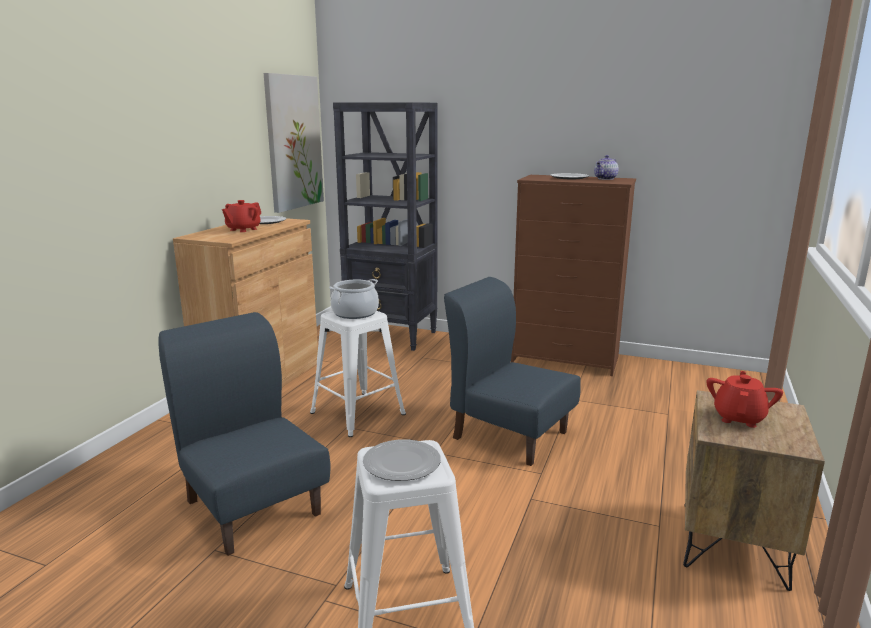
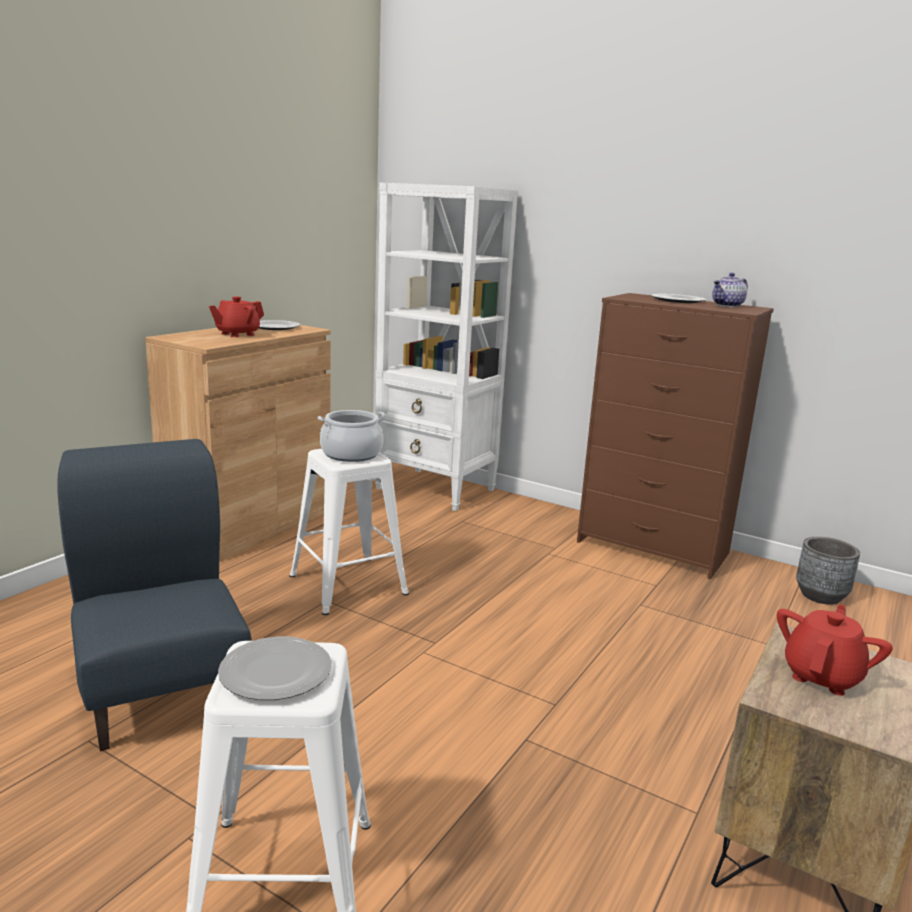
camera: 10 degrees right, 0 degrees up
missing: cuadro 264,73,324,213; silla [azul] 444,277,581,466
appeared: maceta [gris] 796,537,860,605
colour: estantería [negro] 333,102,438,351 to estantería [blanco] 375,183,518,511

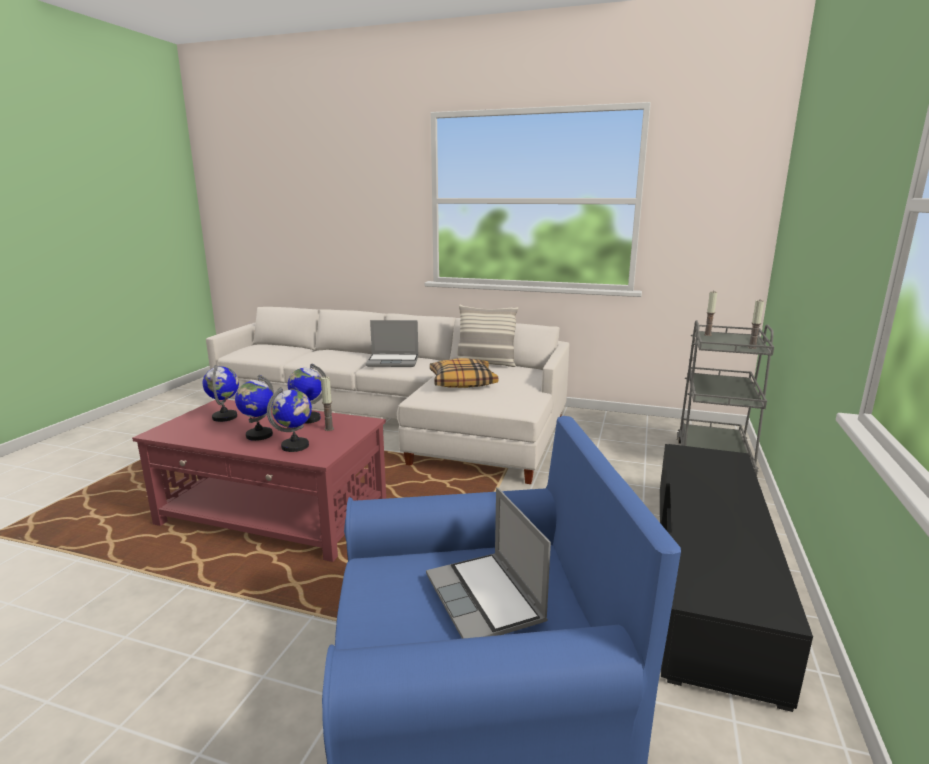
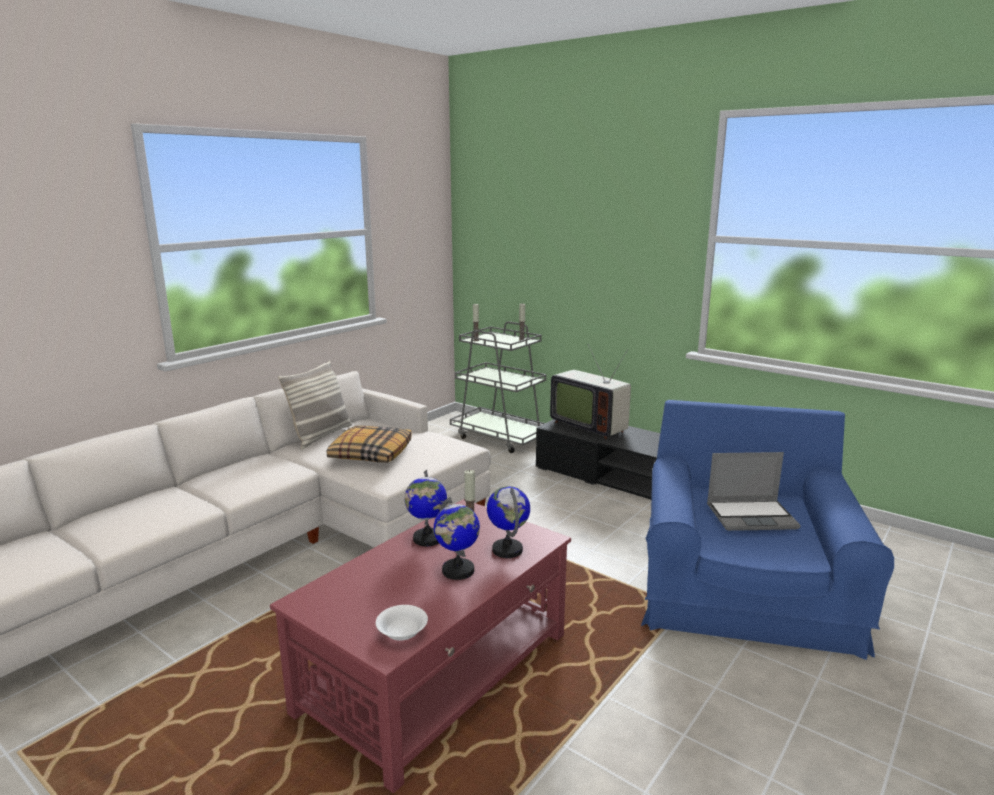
camera: 70 degrees left, 0 degrees up
missing: globo terráqueo 202,365,239,422; portátil 366,320,419,367
appeared: cuenco [blanco] 376,605,428,641; televisor 550,345,631,439

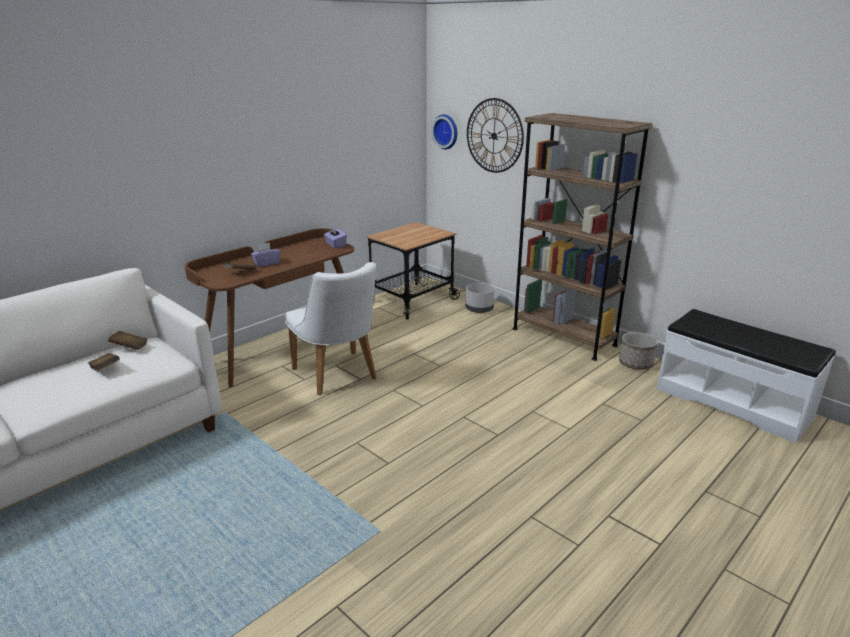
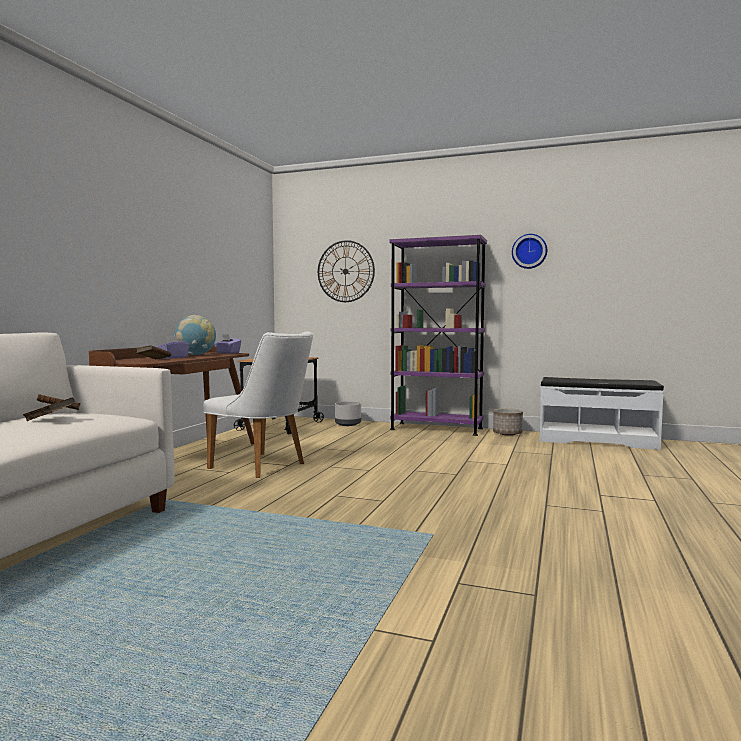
camera: 25 degrees left, 20 degrees down
appeared: globo terráqueo 174,315,216,355
relocated: reloj de pared 431,114,457,149 to 512,234,547,269
colour: estantería [marrón] 513,113,653,361 to estantería [morado] 390,235,487,436

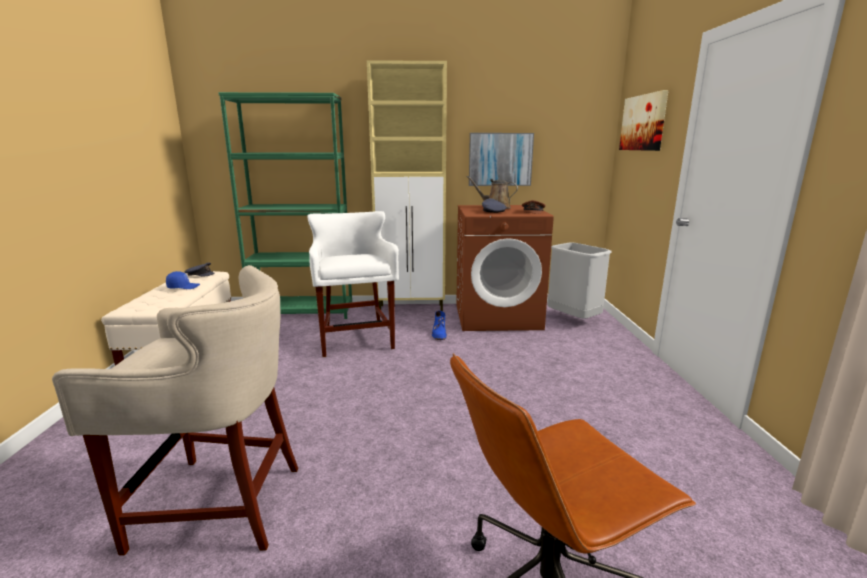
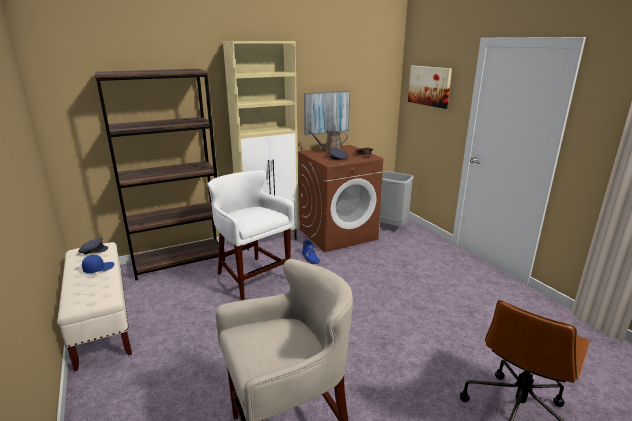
camera: 25 degrees left, 5 degrees up
colour: estantería [verde] 218,92,352,319 to estantería [marrón] 95,69,225,280

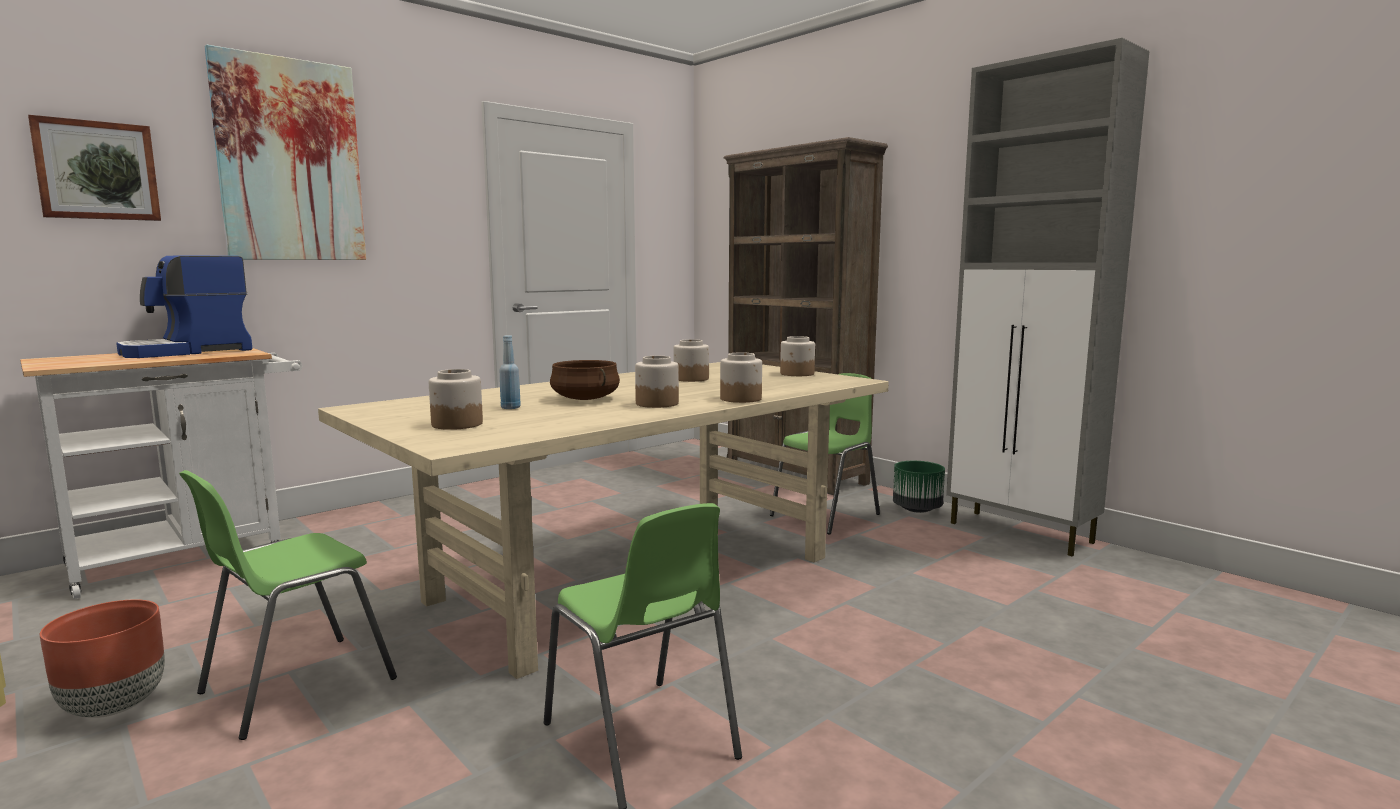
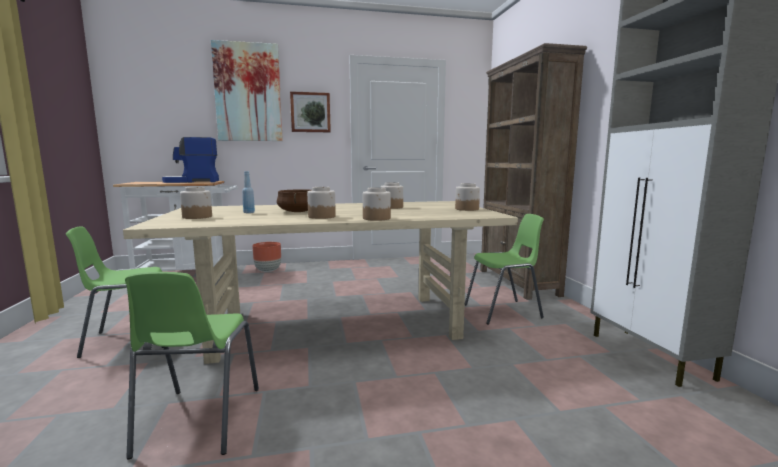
camera: 30 degrees right, 0 degrees up
missing: maceta [verde] 893,461,945,513
relocated: cuadro 28,115,161,221 to 290,91,331,132; maceta [marrón] 40,599,165,718 to 252,242,281,272

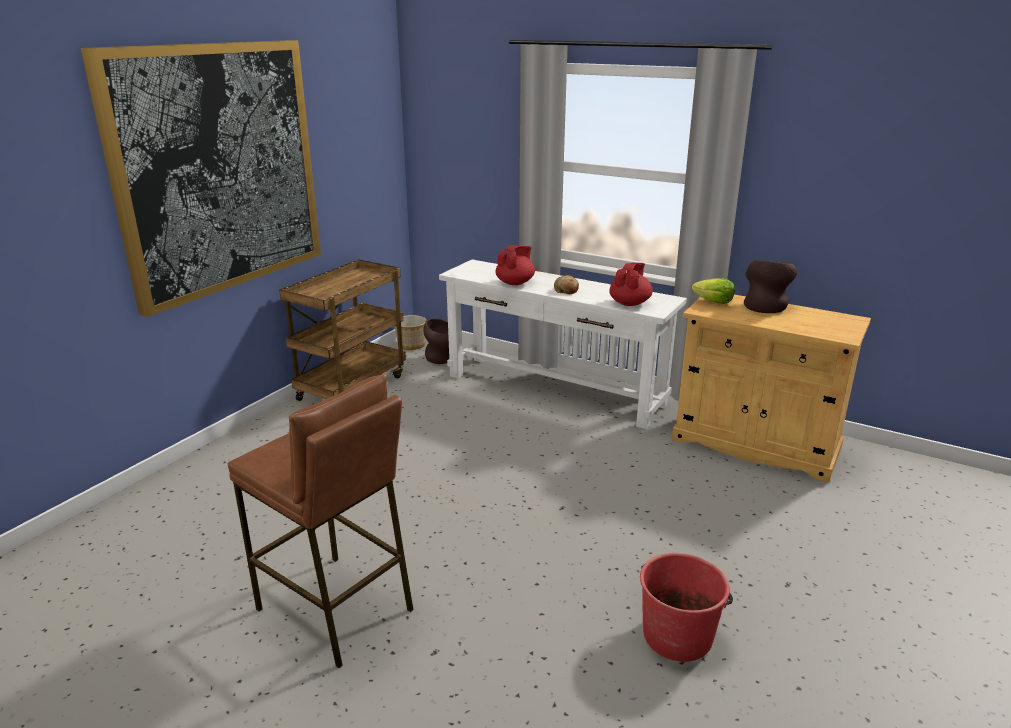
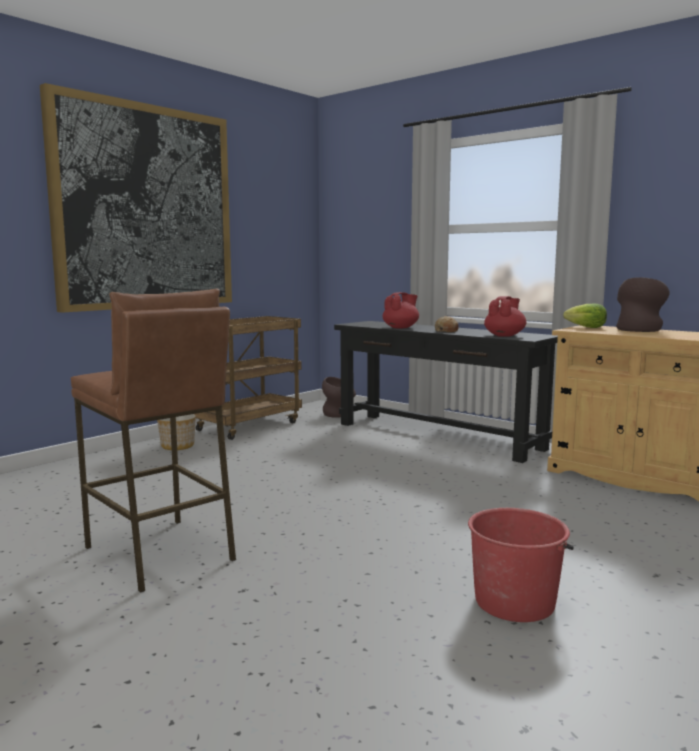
camera: 10 degrees right, 15 degrees down
relocated: maceta 395,315,427,350 to 157,414,196,450
colour: mesa consola [blanco] 439,259,687,429 to mesa consola [negro] 334,321,558,463

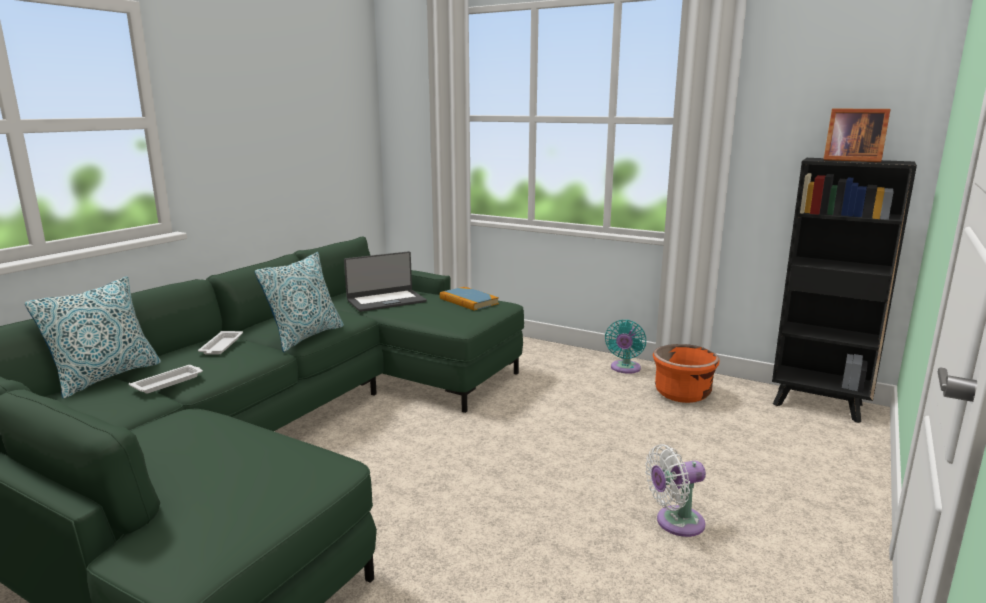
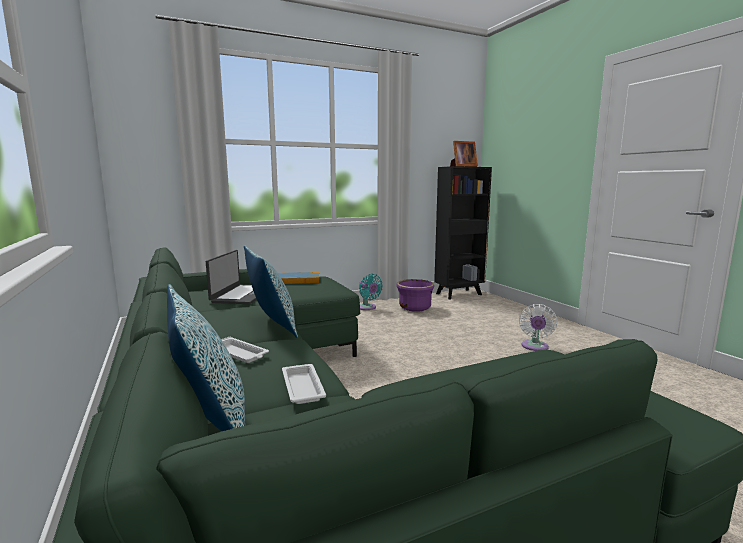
camera: 55 degrees left, 5 degrees down
colour: maceta [naranja] 653,344,719,403 to maceta [morado] 397,279,434,312

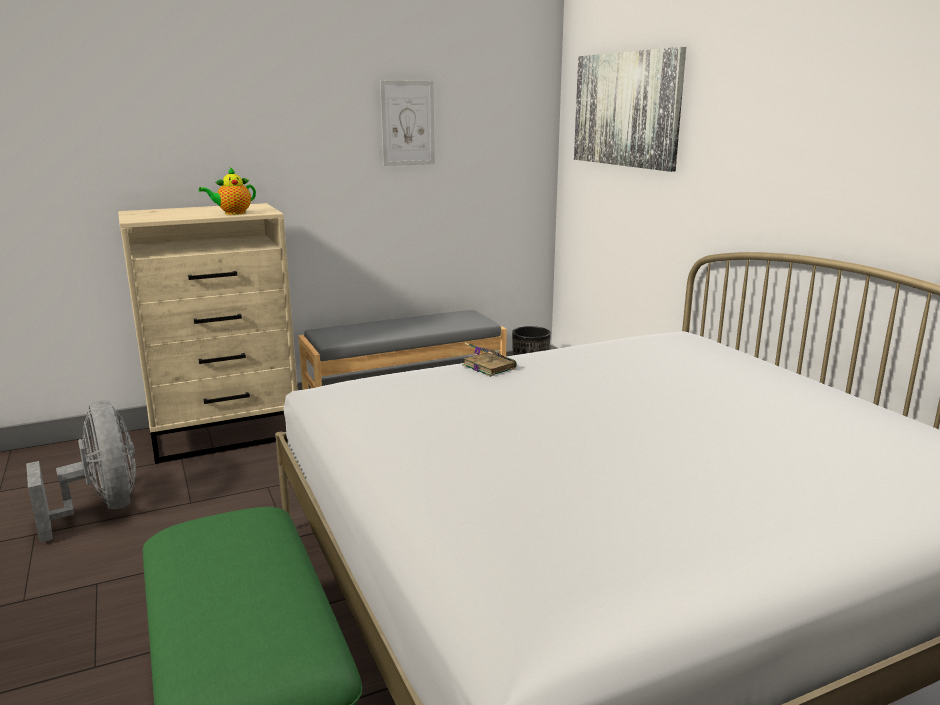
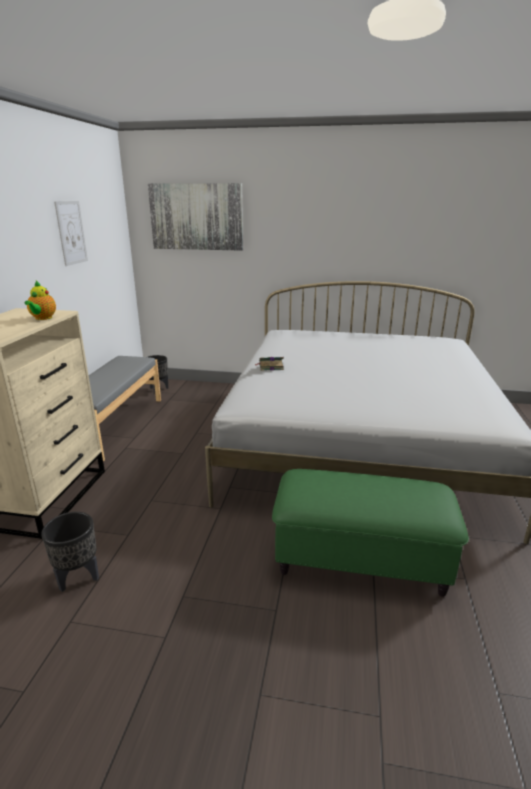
camera: 55 degrees left, 5 degrees up
exchanged: ventilador [gris] 26,401,136,542 to maceta [negro] 41,512,99,592

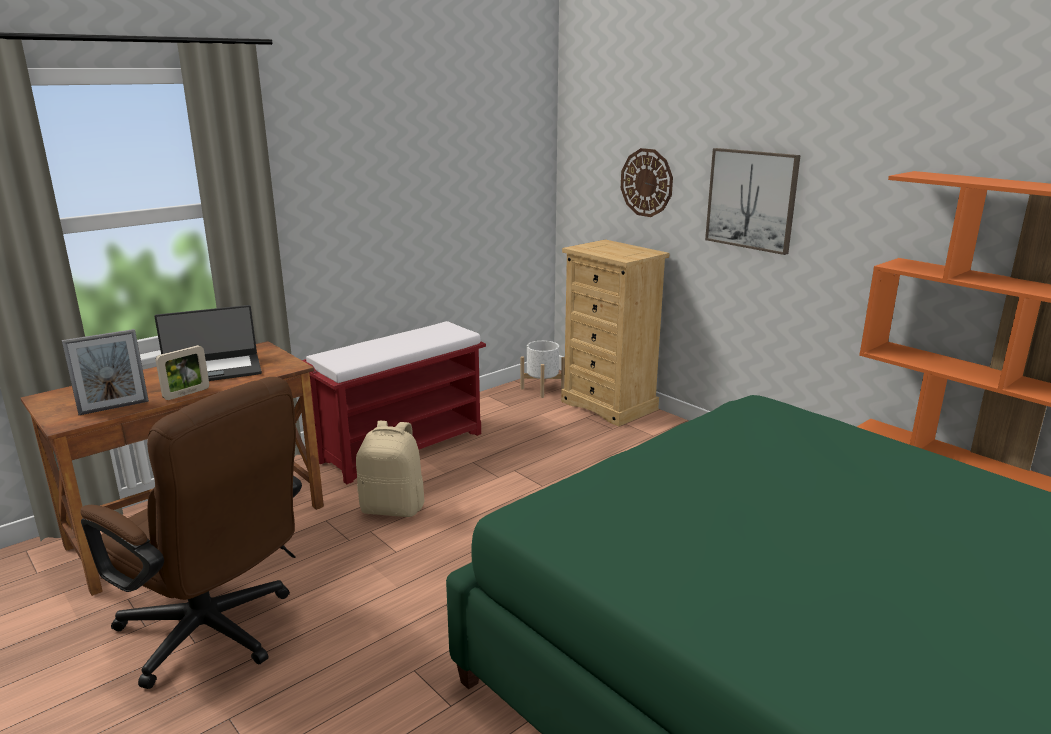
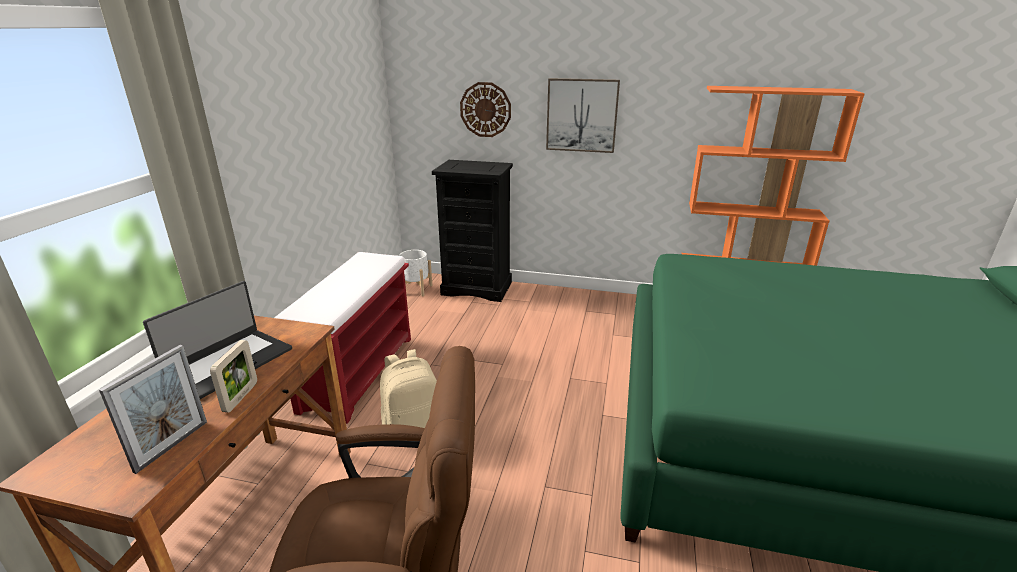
camera: 35 degrees left, 5 degrees up
colour: cómoda [beis] 561,239,670,426 to cómoda [negro] 432,160,513,302

